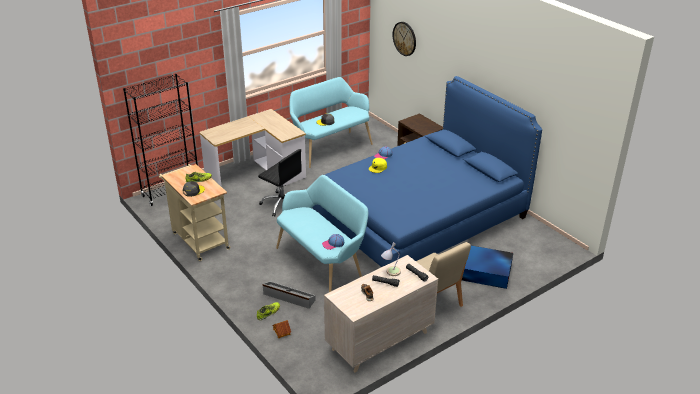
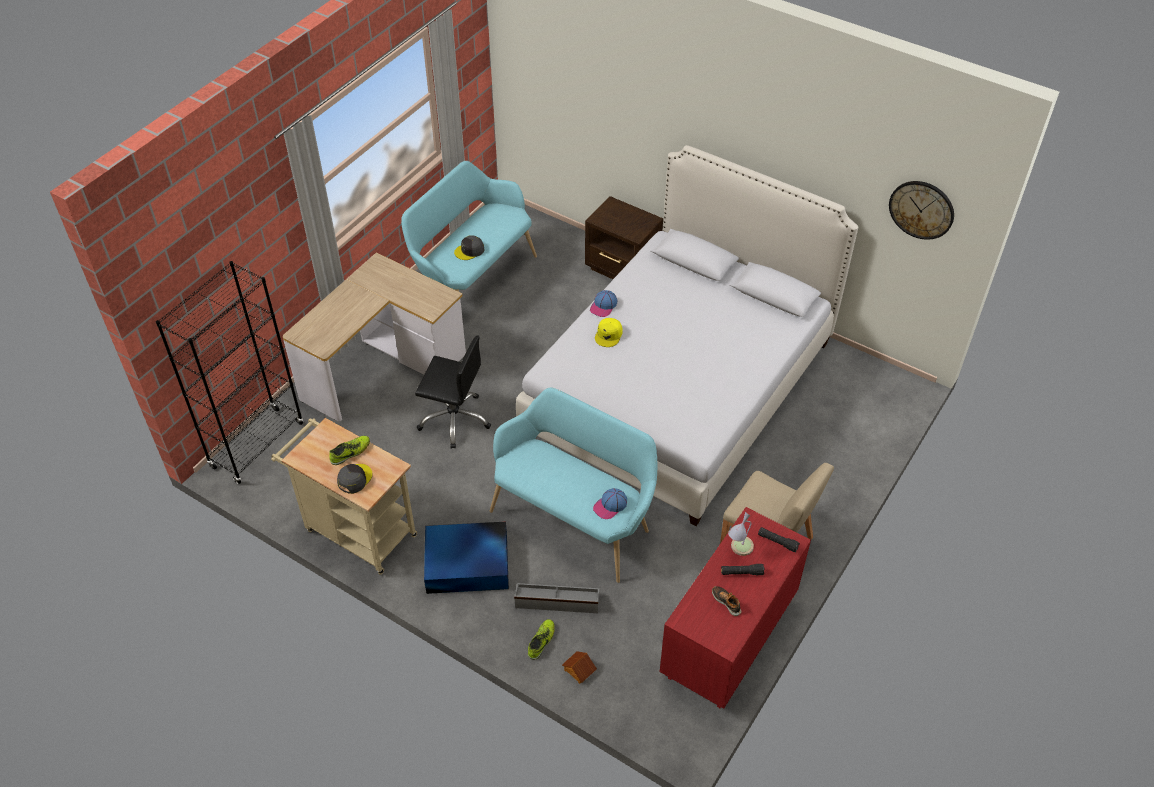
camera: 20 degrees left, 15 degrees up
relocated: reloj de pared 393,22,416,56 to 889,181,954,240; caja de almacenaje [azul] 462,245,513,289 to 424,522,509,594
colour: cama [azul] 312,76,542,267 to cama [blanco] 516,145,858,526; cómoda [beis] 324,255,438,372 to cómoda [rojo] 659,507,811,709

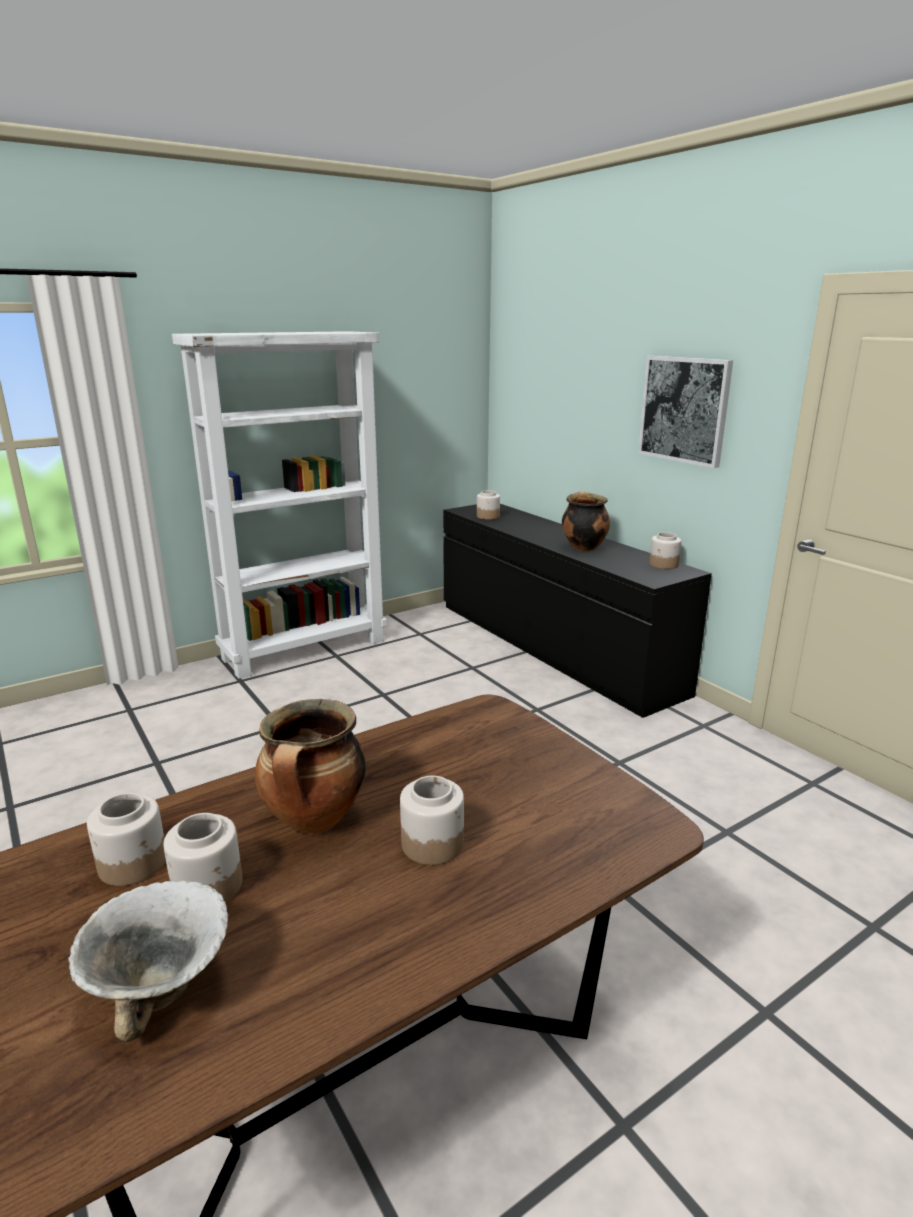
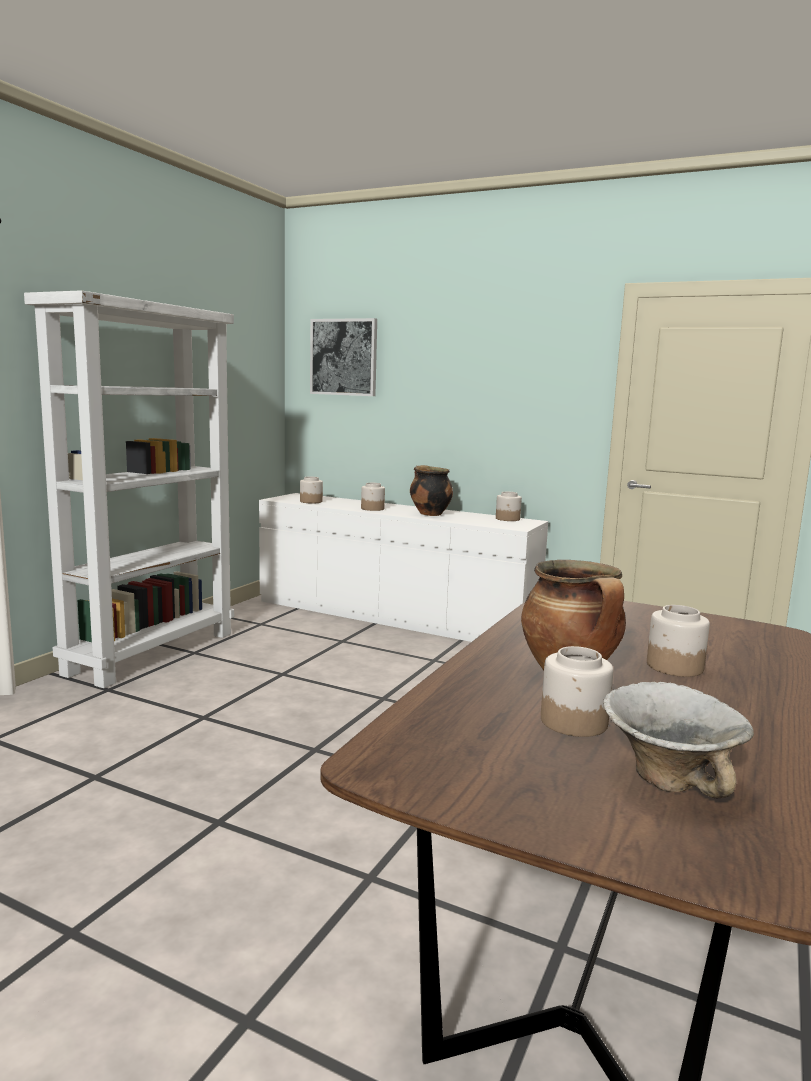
camera: 30 degrees left, 10 degrees down
relocated: tarro 87,793,166,886 to 361,483,385,511; cuadro 638,356,733,468 to 310,318,377,396
colour: cómoda [negro] 443,504,712,718 to cómoda [blanco] 259,493,548,642

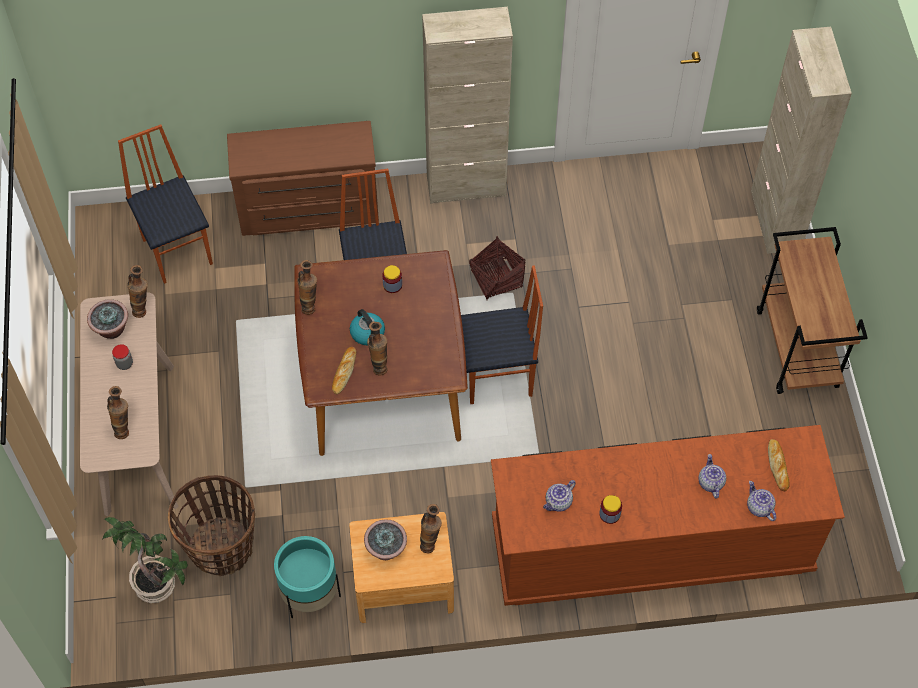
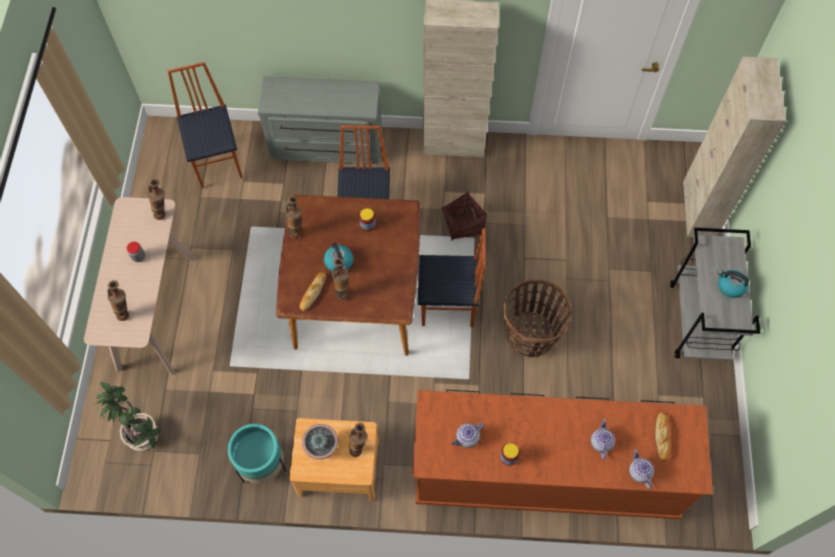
camera: 10 degrees right, 5 degrees up
missing: planta en maceta 87,299,128,339
appeared: hervidor 718,270,749,298
relocated: cesta 168,475,255,576 to 504,279,572,357
colour: cómoda [marrón] 227,121,379,236 to cómoda [gris] 258,76,382,164; carrito [marrón] 757,227,868,394 to carrito [gris] 670,228,760,361

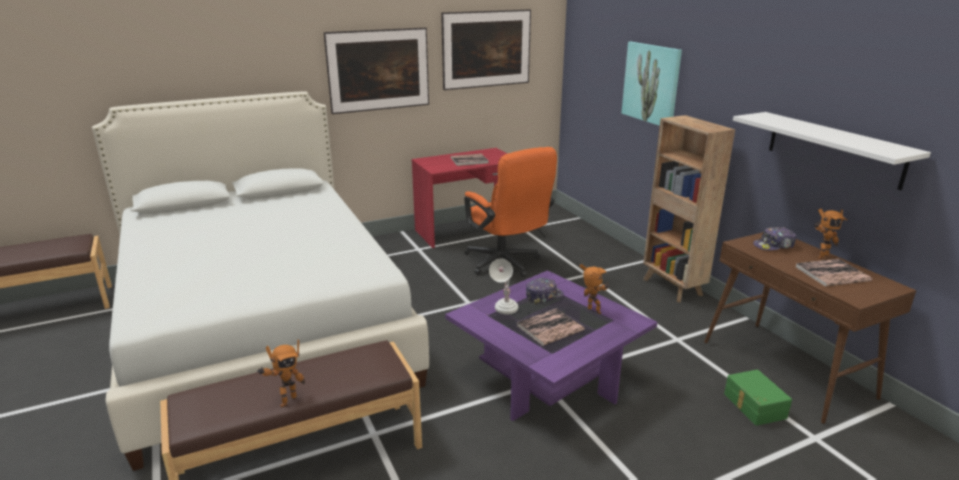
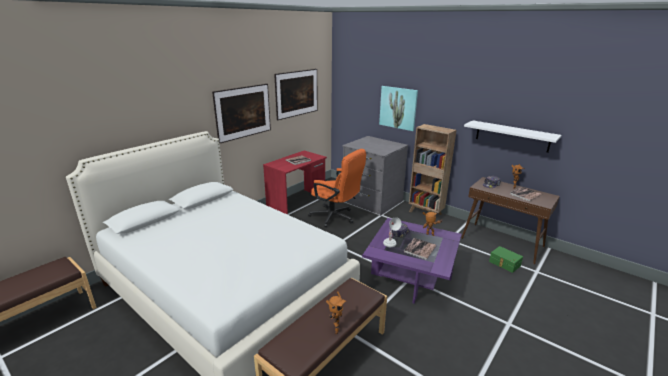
camera: 25 degrees left, 0 degrees up
appeared: cómoda [gris] 342,136,408,216

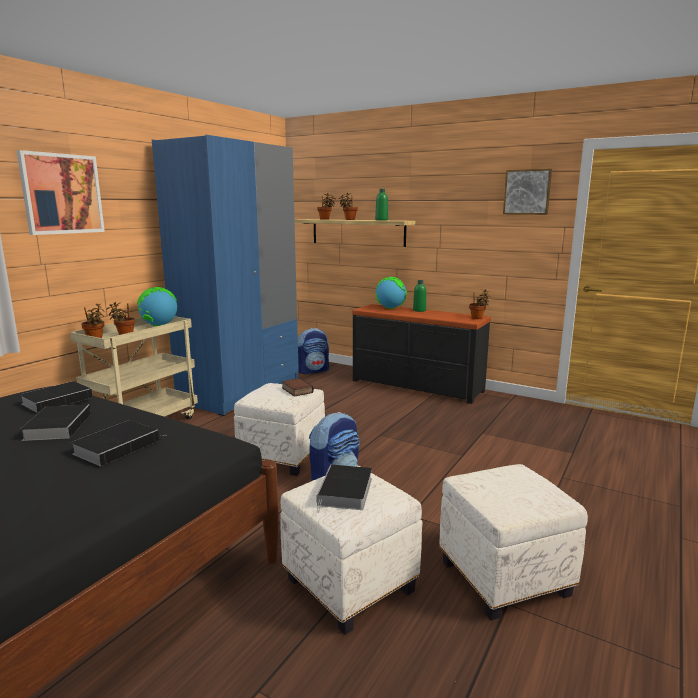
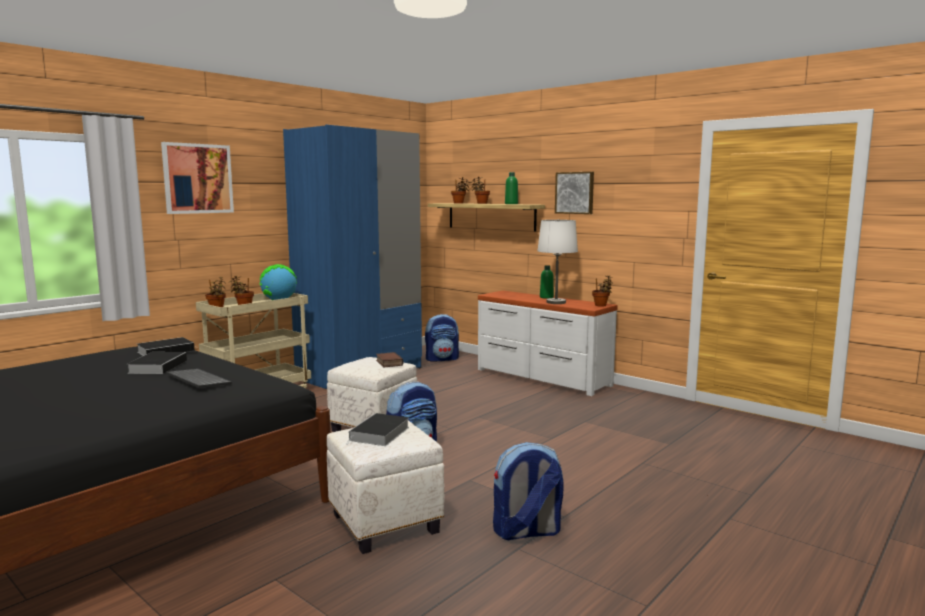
camera: 10 degrees right, 5 degrees down
missing: globo terráqueo 375,277,407,309
appeared: lámpara de mesa [blanco] 538,219,578,304
relocated: cuadro 503,169,552,215 to 555,172,594,214
exchanged: libro 71,420,167,466 to teclado 166,369,232,388; puf [blanco] 439,464,588,620 to mochila 493,442,564,540
colour: cómoda [negro] 352,304,491,404 to cómoda [blanco] 478,291,618,396

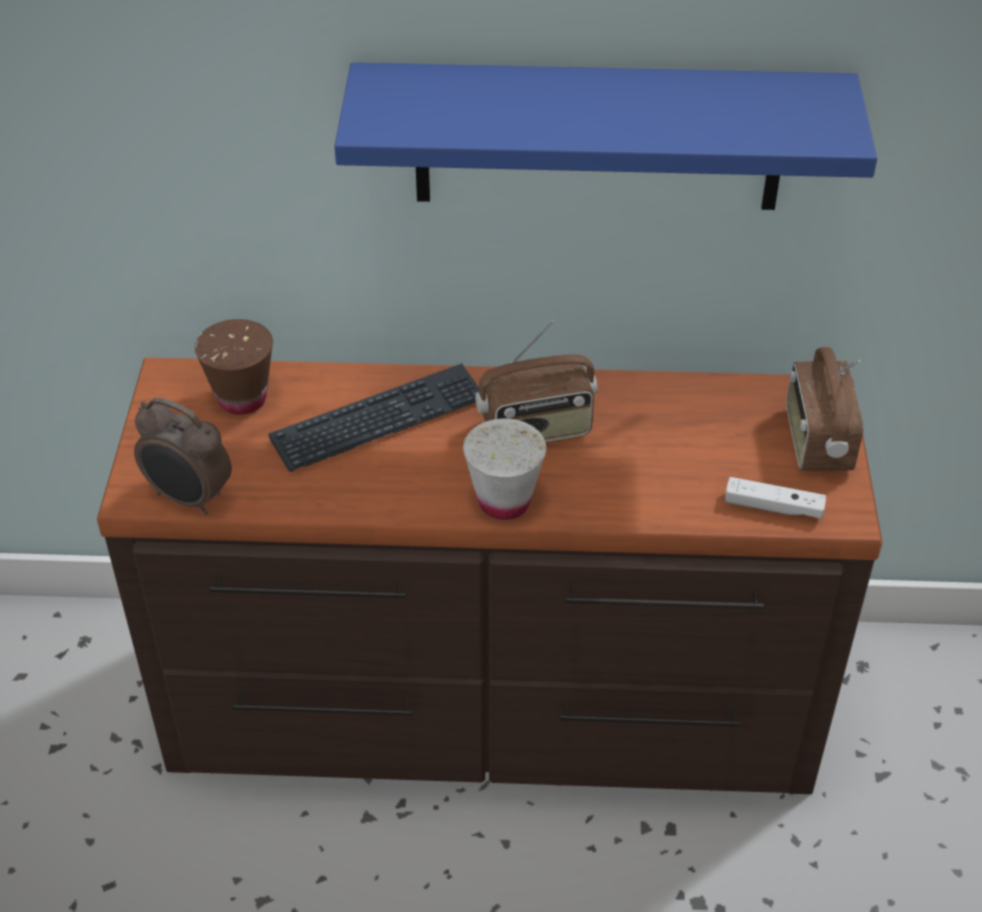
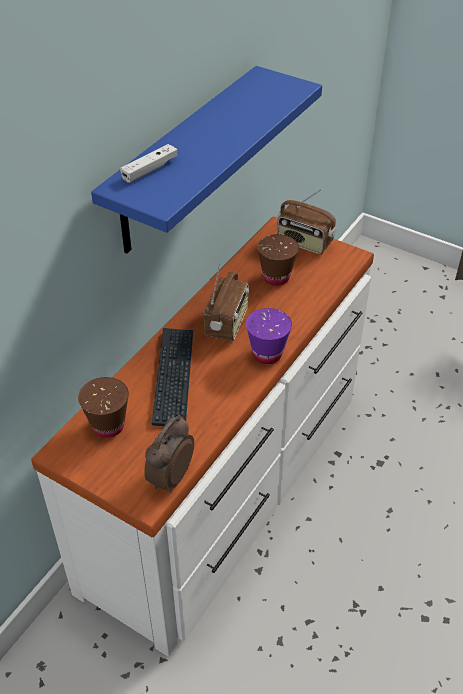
camera: 60 degrees left, 0 degrees up
appeared: taza [marrón] 257,234,299,286
relocated: mando de consola [blanco] 725,477,826,518 to 120,144,178,183
colour: cómoda [marrón] 97,357,883,794 to cómoda [blanco] 31,216,374,656; taza [blanco] 463,418,546,520 to taza [morado] 246,308,292,364
spun: despertador 134,397,232,515 = 144,415,194,493 150 degrees clockwise

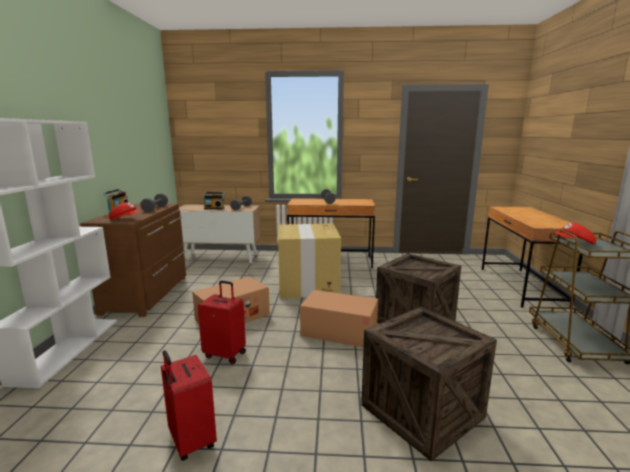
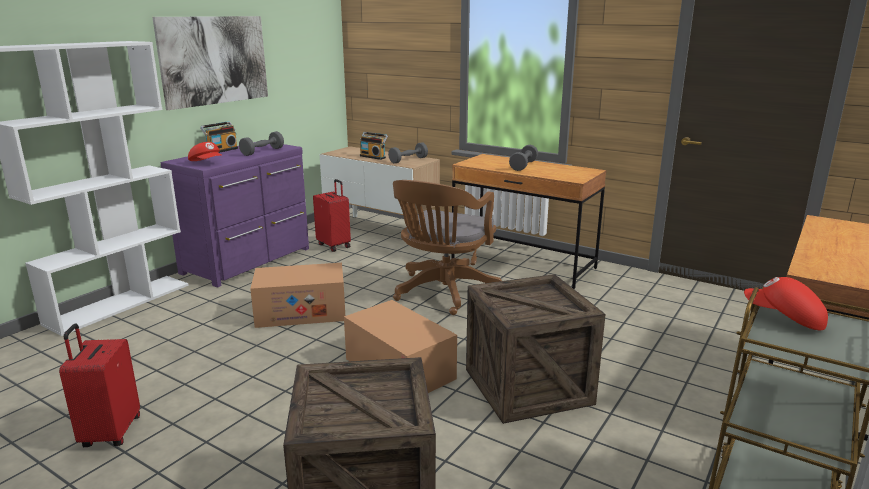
camera: 30 degrees right, 5 degrees up
appeared: cuadro 152,16,268,110
relocated: maleta [rojo] 198,280,246,364 to 313,179,351,252
exchanged: caja de cartón 278,224,341,298 to silla de oficina [marrón] 393,180,502,315
colour: cómoda [marrón] 80,203,186,317 to cómoda [morado] 161,142,309,287

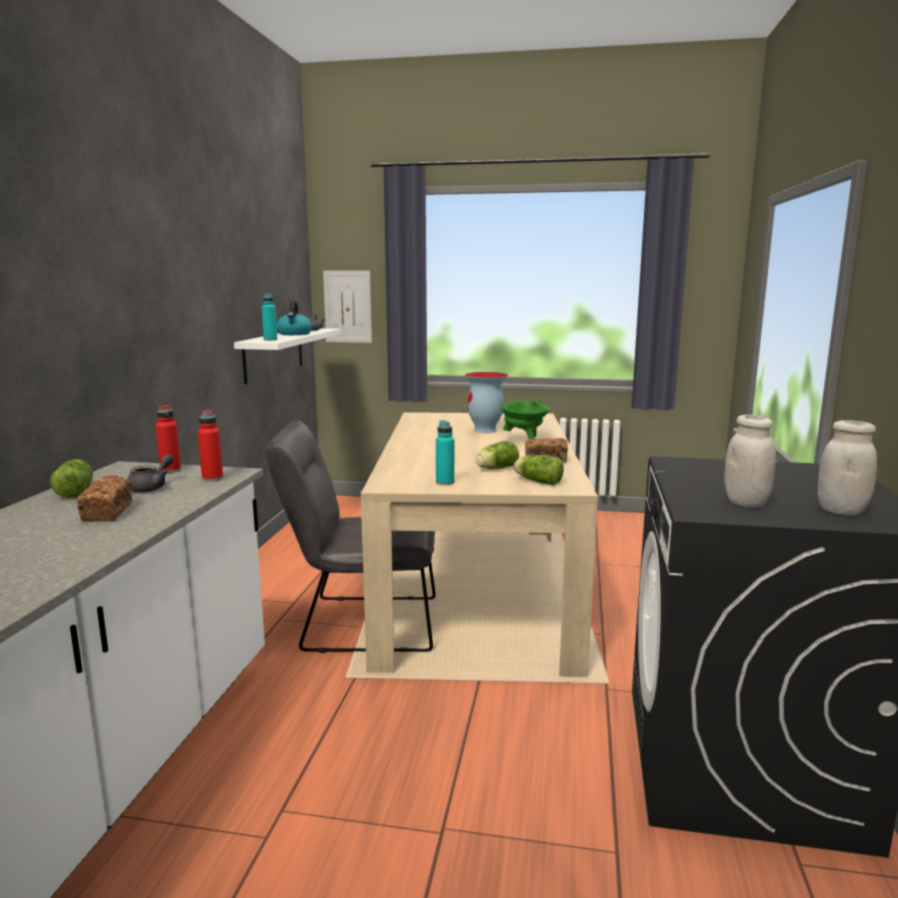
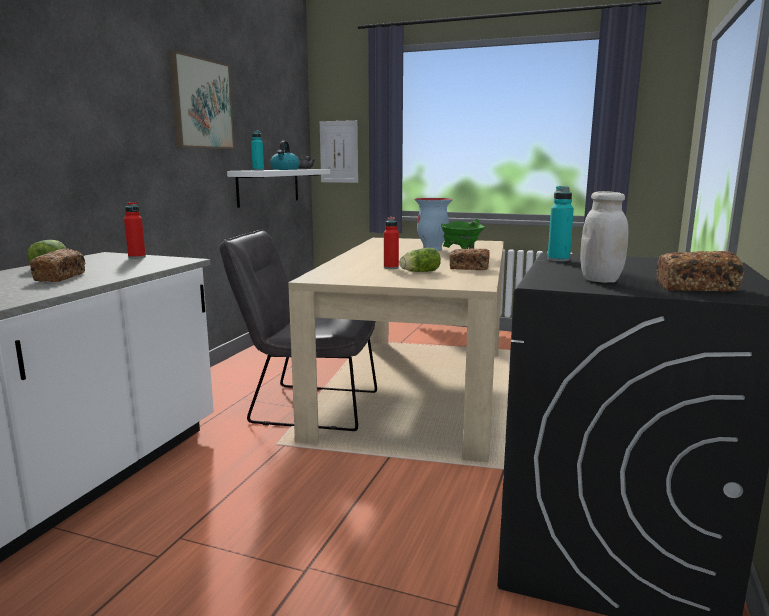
camera: 10 degrees right, 0 degrees up
missing: tetera [gris] 127,454,174,493; lechuga 514,455,563,485
appeared: cuadro 168,50,234,149
relocated: botella [rojo] 198,410,223,481 to 384,217,399,269; botella [turquesa] 436,420,454,485 to 548,186,574,262
exchanged: tarro [blanco] 818,420,877,515 to pan 656,251,744,291

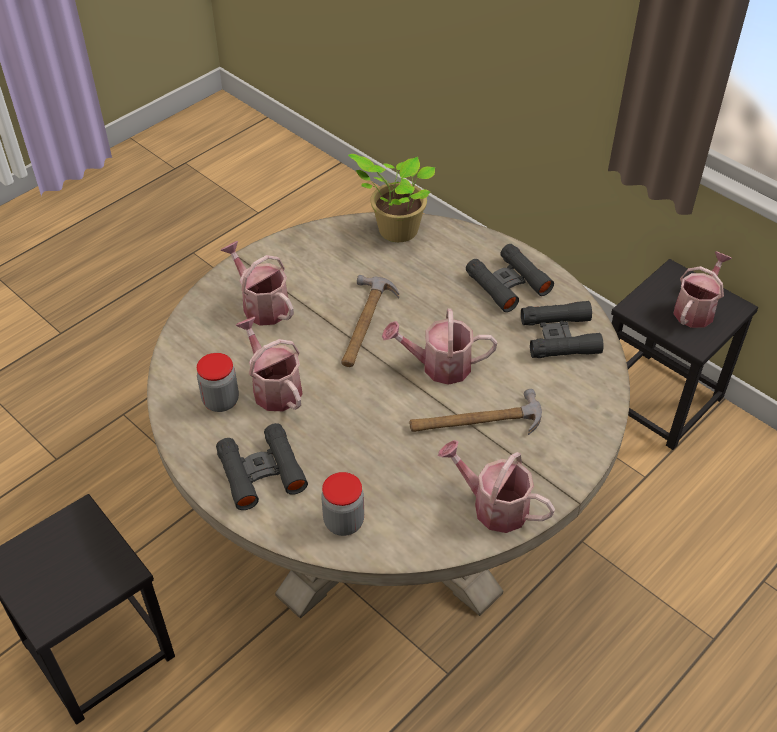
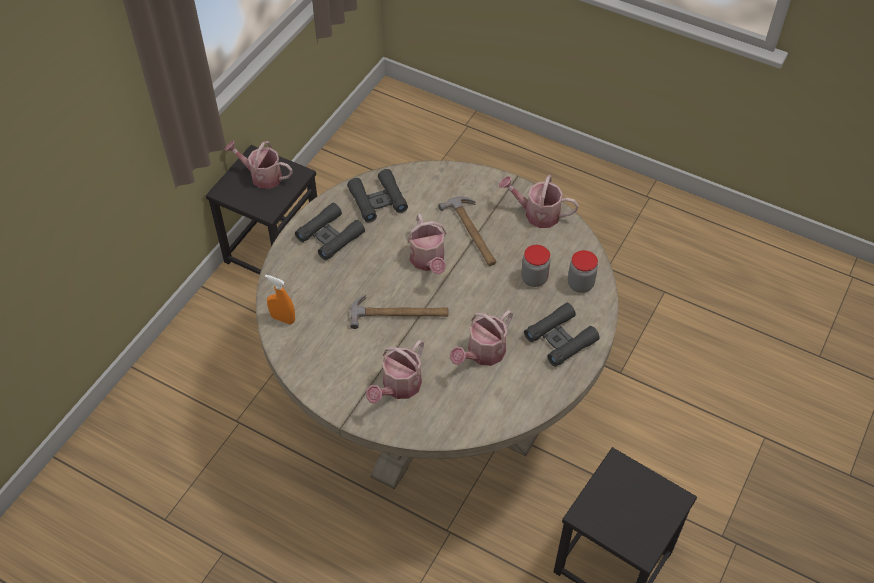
camera: 105 degrees left, 5 degrees up
relocated: tarro 197,353,239,412 to 521,245,550,287
exchanged: planta en maceta 348,154,435,242 to pulverizador [naranja] 265,275,295,324
spun: regadera 438,440,555,533 = 499,175,579,228 90 degrees clockwise

